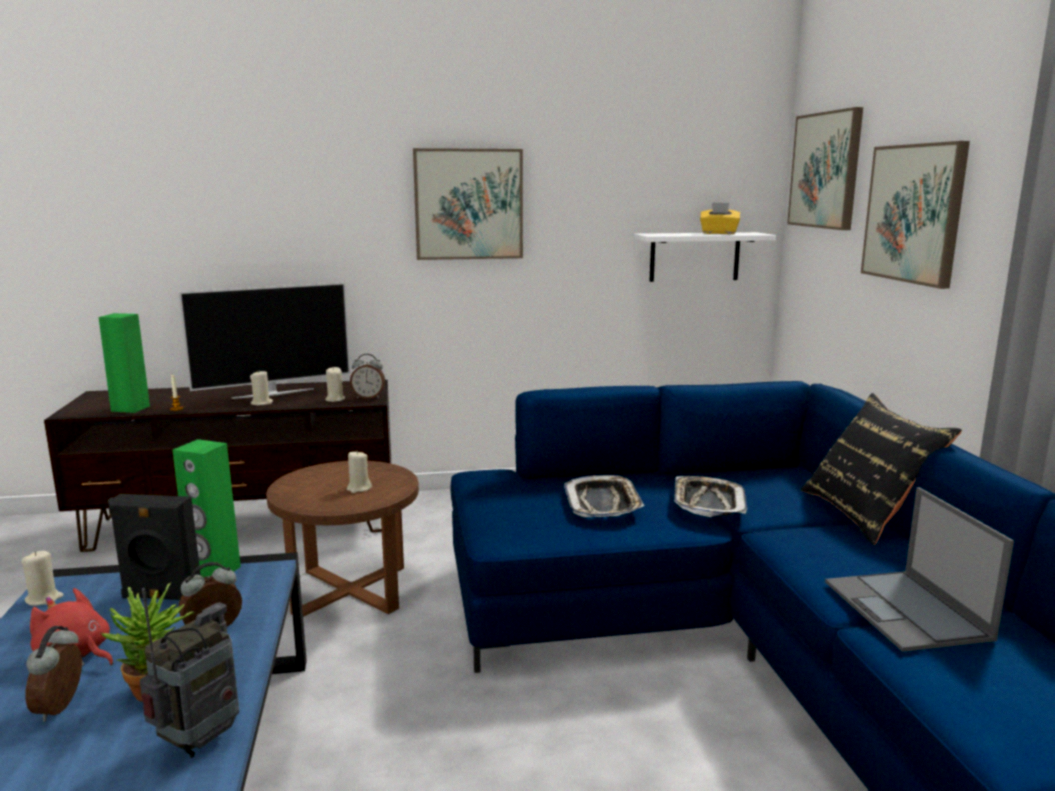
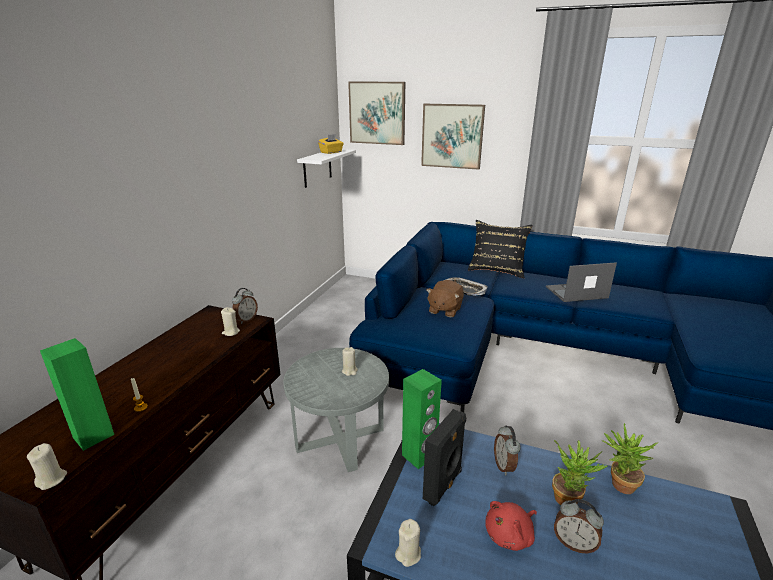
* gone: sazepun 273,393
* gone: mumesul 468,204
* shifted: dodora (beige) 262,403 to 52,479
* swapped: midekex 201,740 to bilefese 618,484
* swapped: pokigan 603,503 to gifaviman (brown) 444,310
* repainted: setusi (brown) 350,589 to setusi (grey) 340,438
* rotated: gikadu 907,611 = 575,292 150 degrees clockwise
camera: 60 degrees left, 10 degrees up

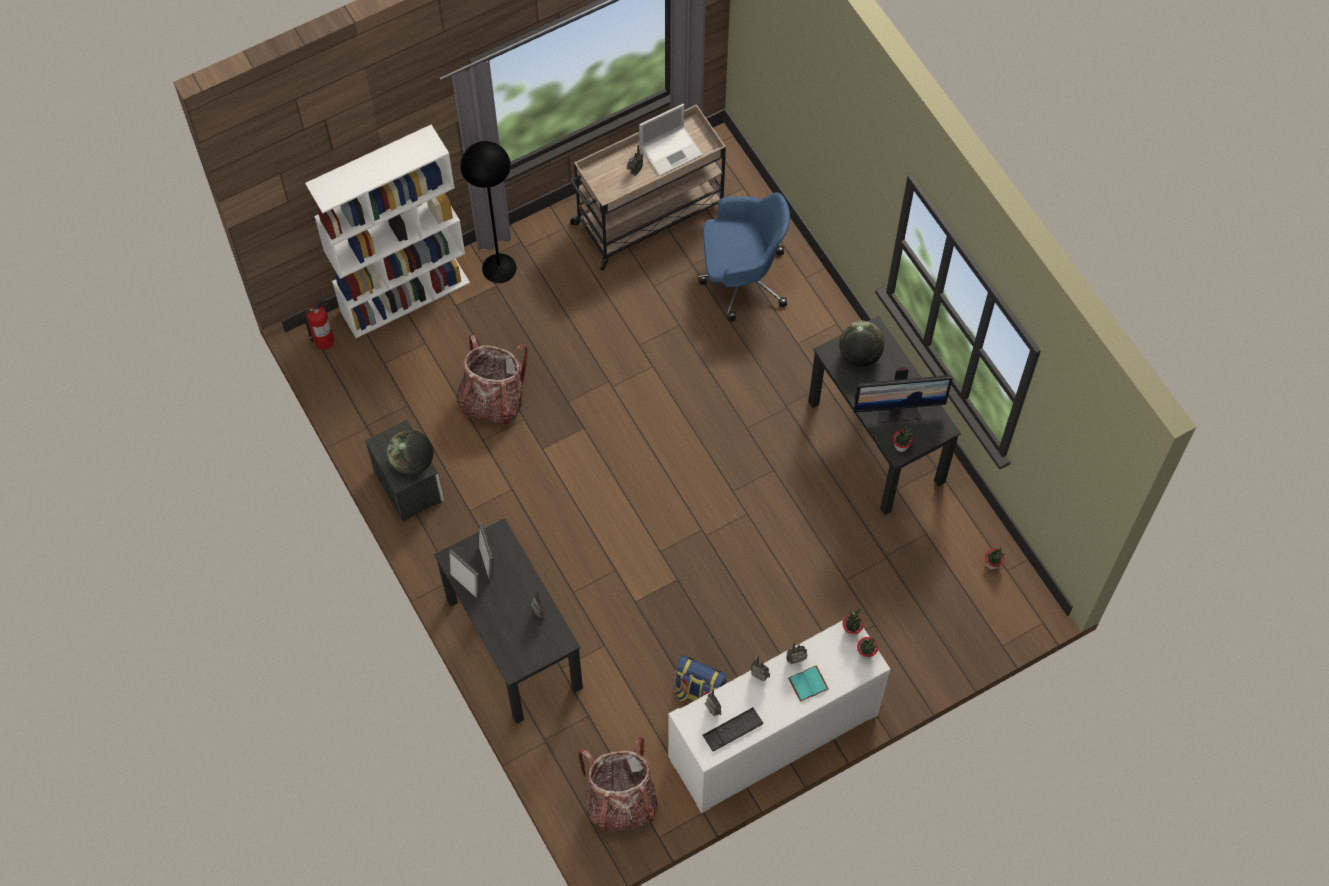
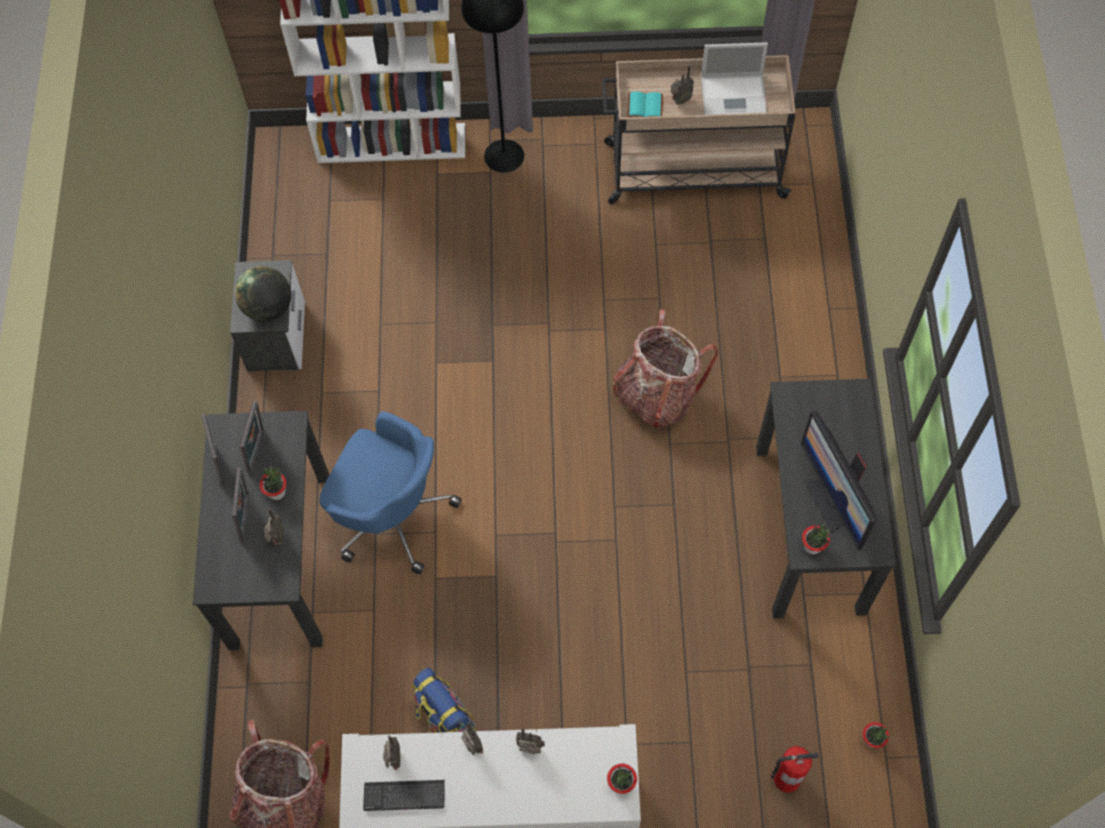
* gone: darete 860,354
* new: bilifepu 247,517
* shifted: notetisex 323,341 to 786,778
* shifted: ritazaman 492,400 to 656,394
* shifted: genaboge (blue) 741,278 to 391,514
* shifted: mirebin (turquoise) 808,683 to 645,105
* shifted: bilefese 851,630 to 277,492
* rotated: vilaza 897,410 = 832,501 45 degrees clockwise
camera: 30 degrees right, 0 degrees up

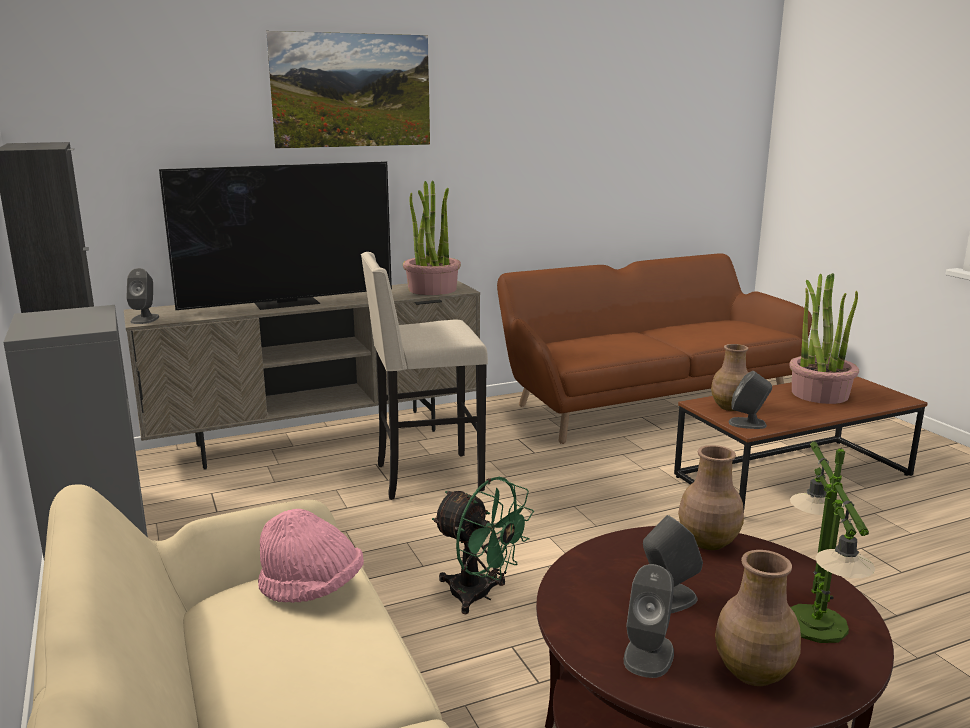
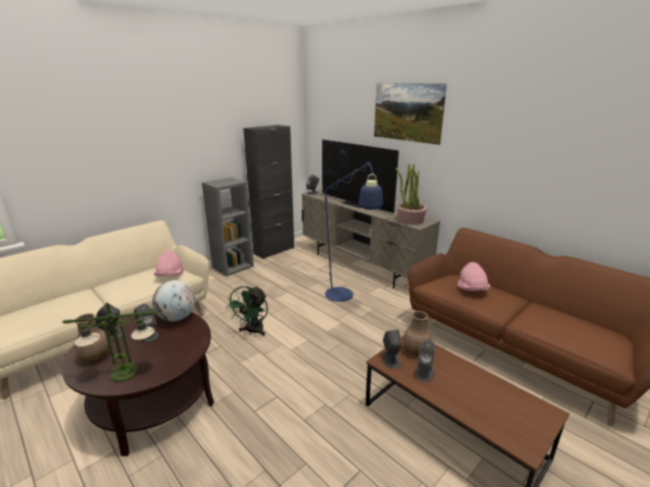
* gone: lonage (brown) 707,542
* gone: bilefese 819,394
* new: darete 177,317
* new: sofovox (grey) 425,372
* new: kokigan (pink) 472,290
* swapped: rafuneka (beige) 426,477 to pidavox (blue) 344,297
camera: 70 degrees right, 5 degrees up

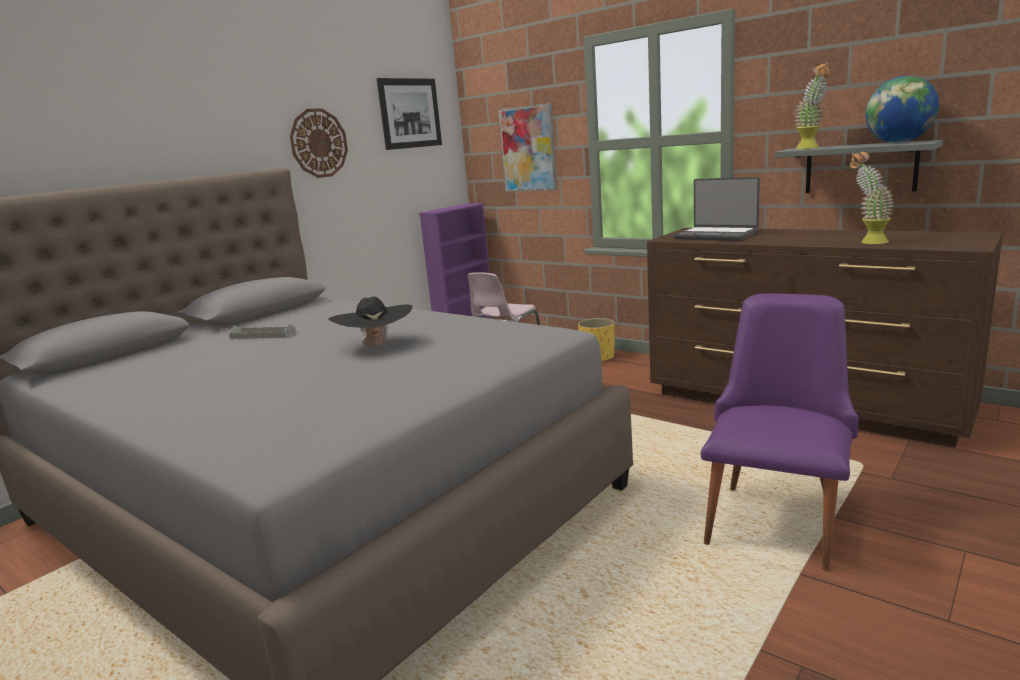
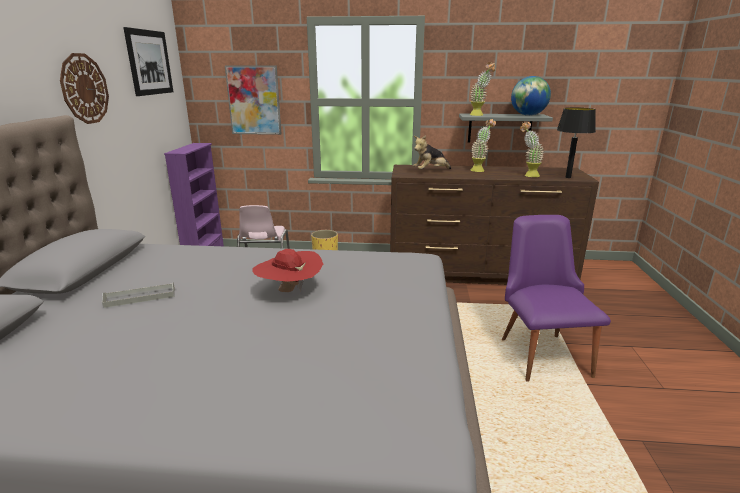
* new: bilefese 480,170
* new: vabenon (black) 568,177
* swapped: gikadu 716,235 to gifaviman 430,171
* repainted: kokigan (black) 376,345 to kokigan (red) 289,291
camera: 35 degrees left, 5 degrees up

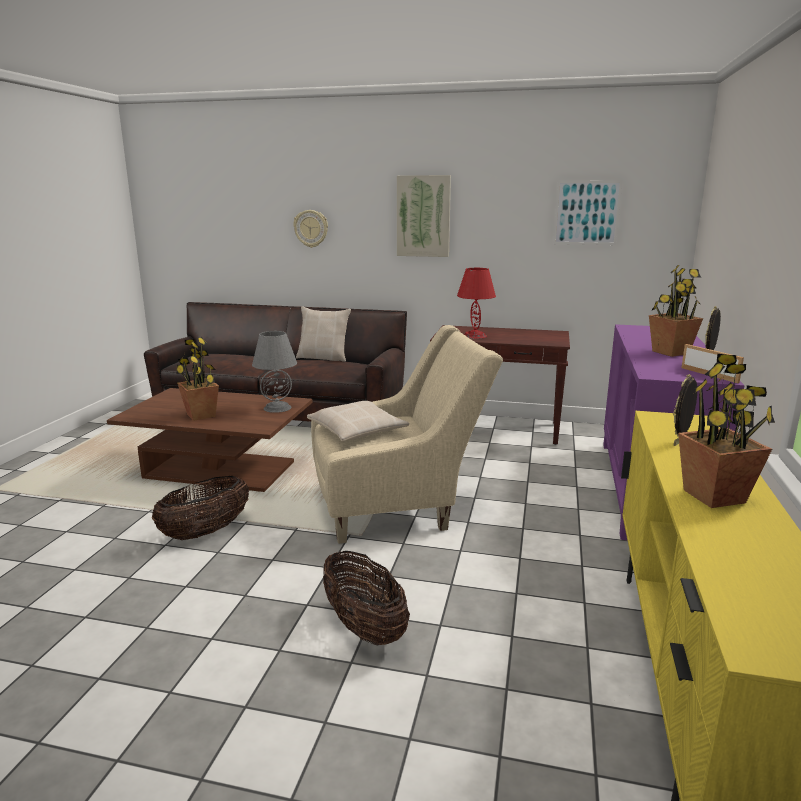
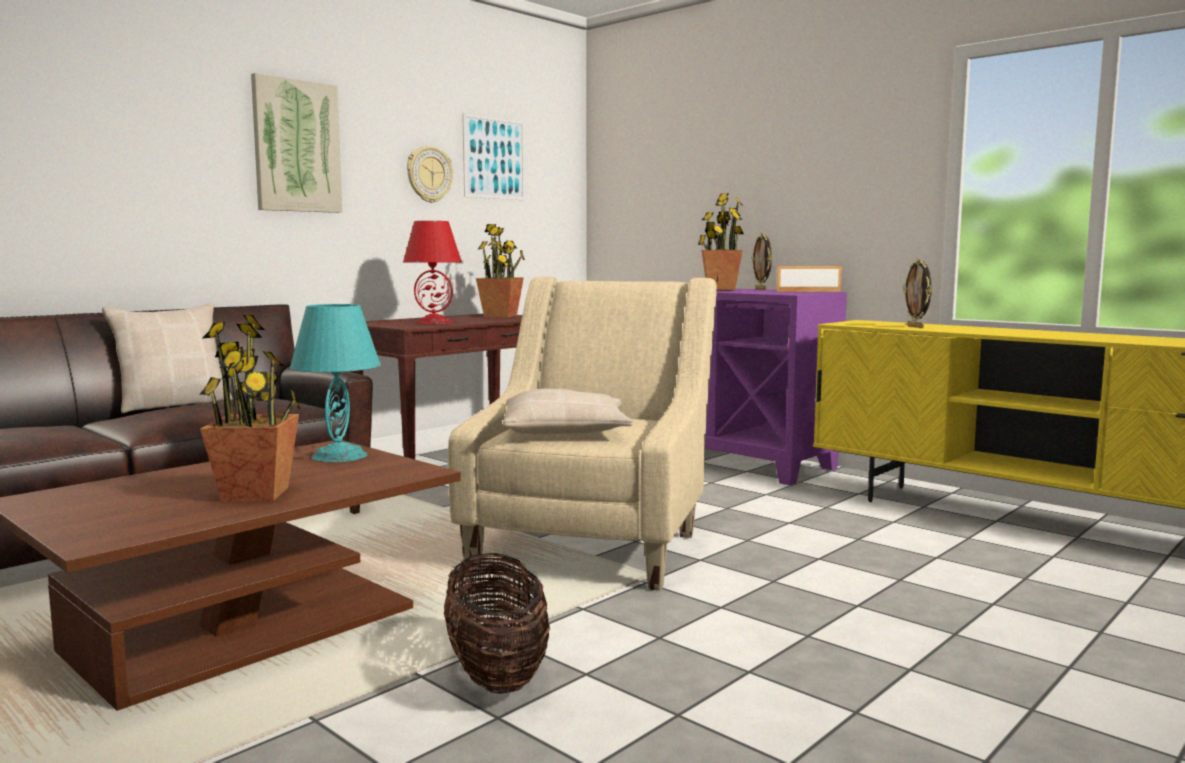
* gone: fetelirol 364,627
* shifted: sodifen 311,228 to 429,174
* shifted: bilefese 714,496 to 500,316
* repainted: vabenon (grey) 277,407 to vabenon (turquoise) 339,456
camera: 60 degrees left, 10 degrees down

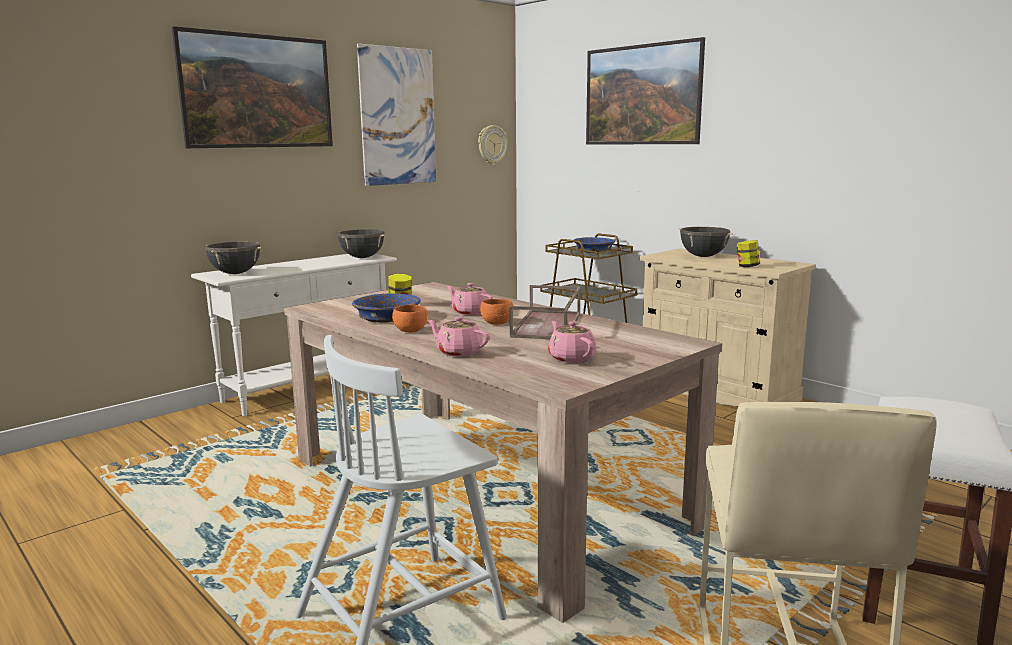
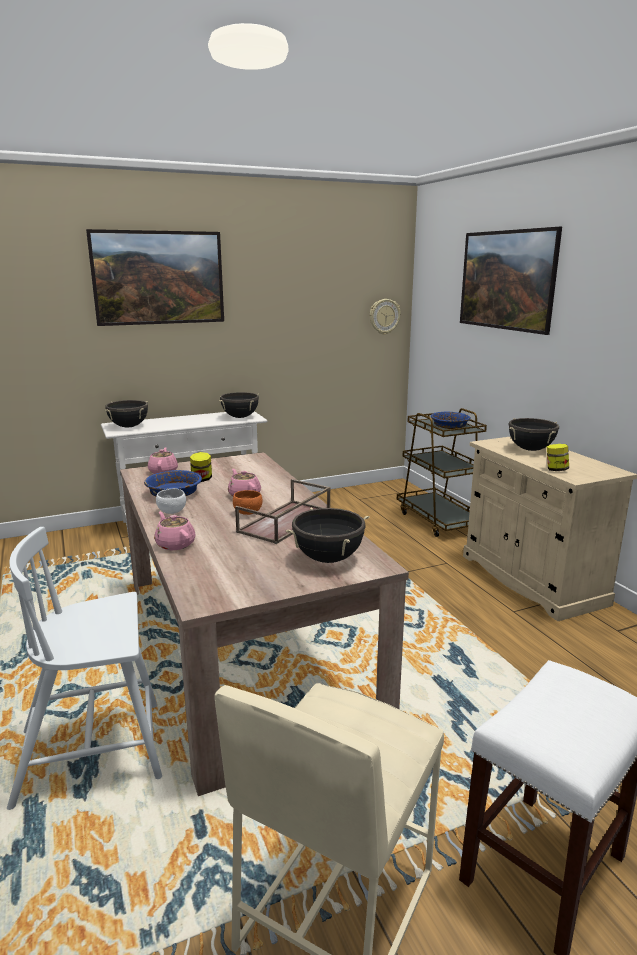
* gone: mumesul 398,116
* new: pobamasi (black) 328,558
* shifted: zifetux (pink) 571,358 to 163,471
* repainted: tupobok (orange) 411,331 to tupobok (white) 172,512
camera: 20 degrees right, 5 degrees up

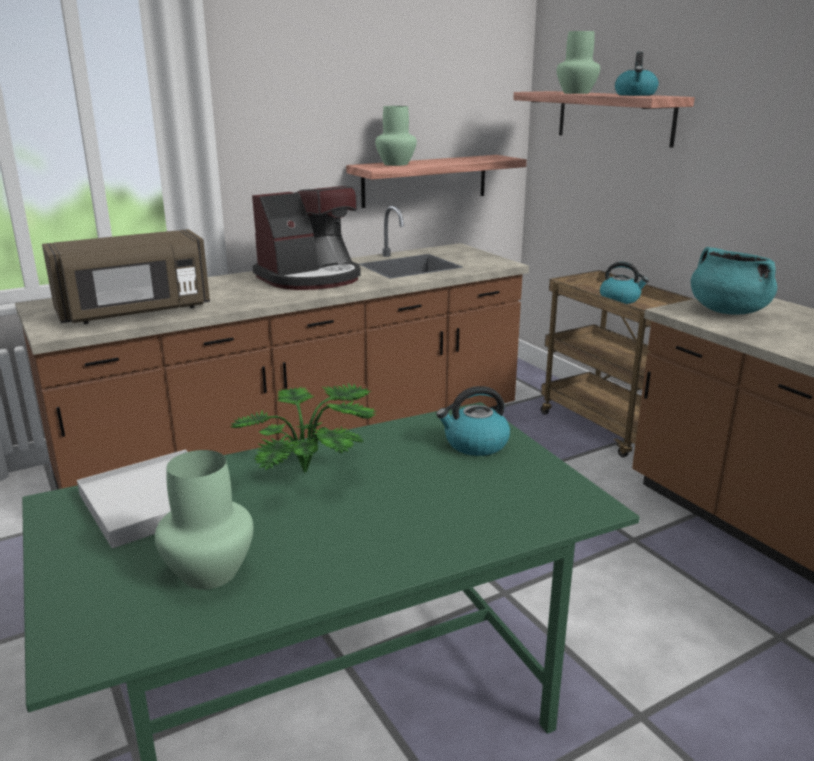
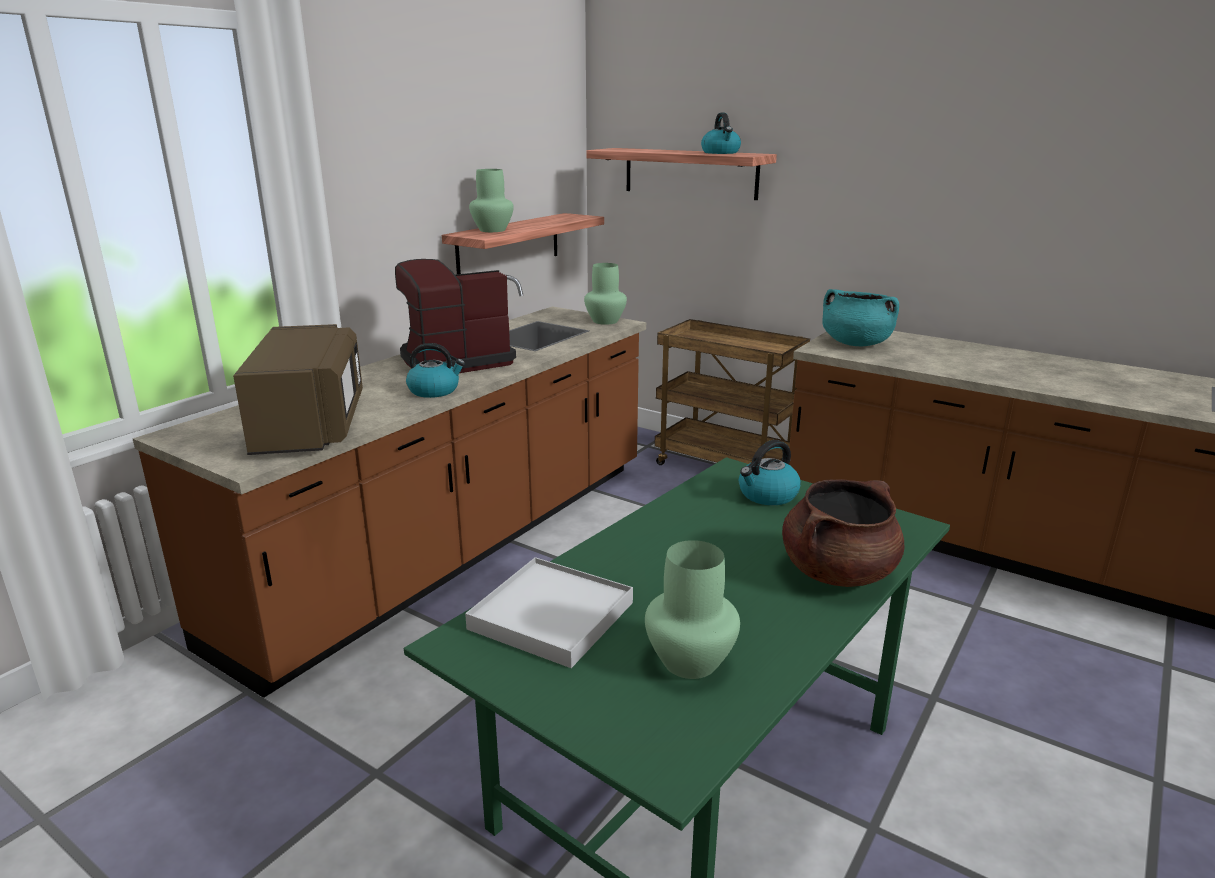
* gone: bilefese 312,473
* new: pobamasi (brown) 838,572
* shifted: lonage (green) 575,93 to 605,321
* shifted: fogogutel 620,299 to 435,390
* rotated: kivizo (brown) 135,312 = 311,426 45 degrees counterclockwise
* rotated: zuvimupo 311,278 = 454,361 150 degrees counterclockwise
camera: 25 degrees left, 0 degrees up

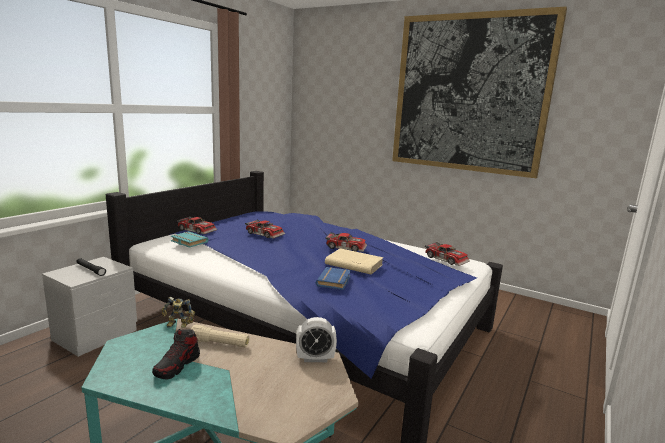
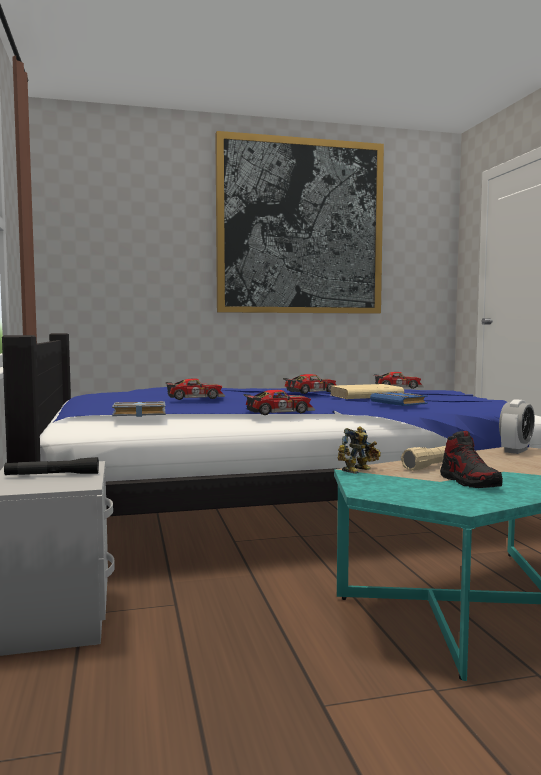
* shifted: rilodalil 197,230 to 278,412
* repainted: mirebin (turquoise) 188,242 to mirebin (grey) 138,414
camera: 45 degrees left, 10 degrees down

